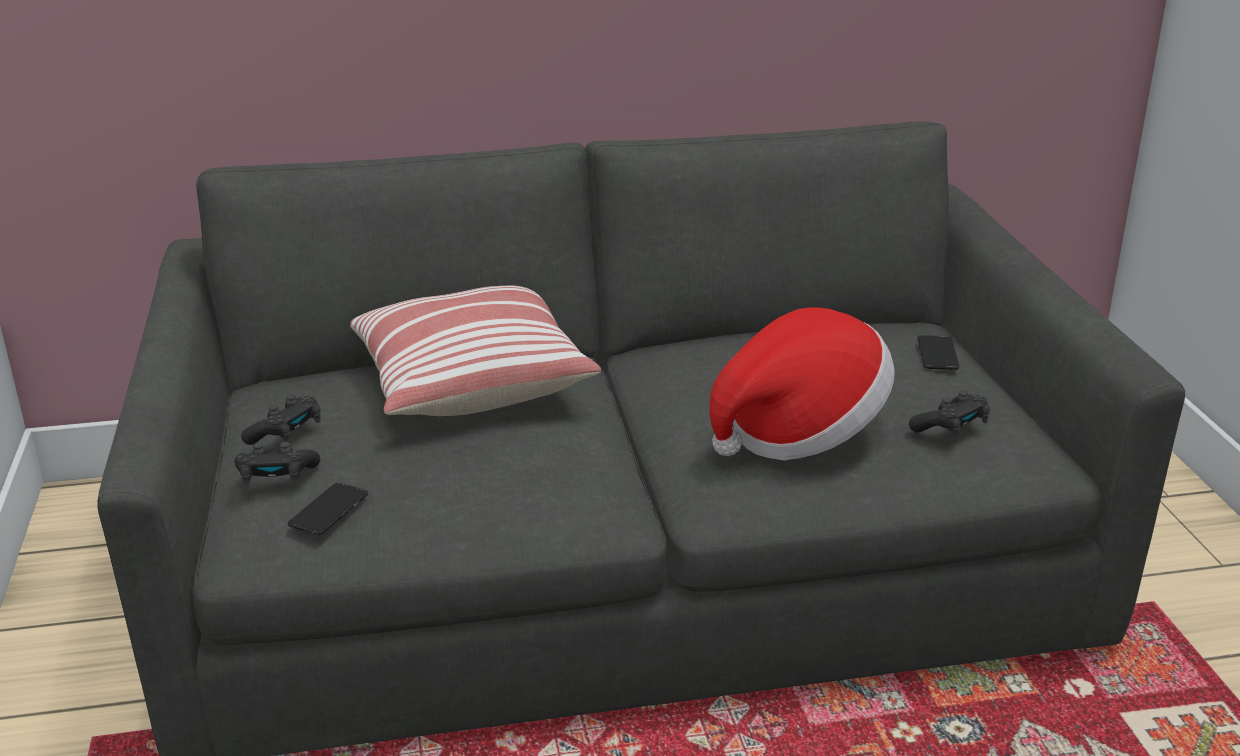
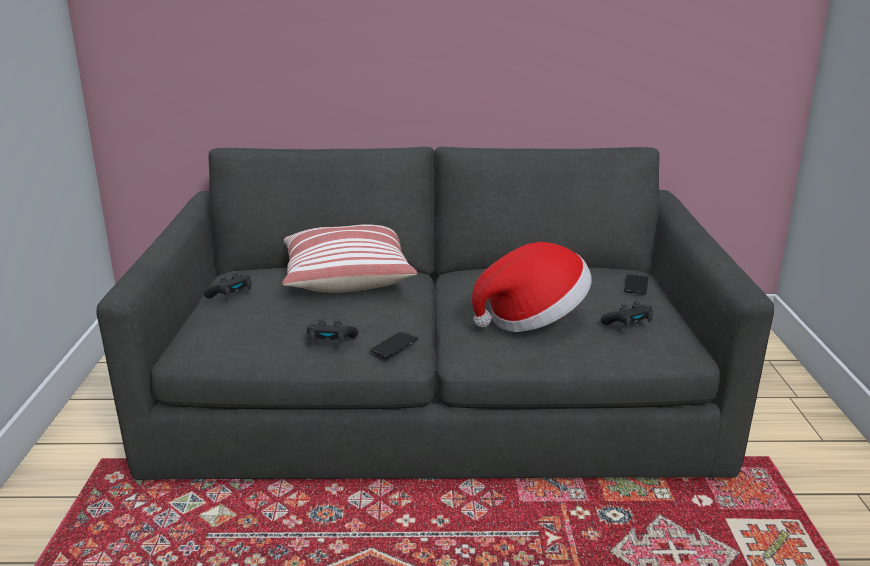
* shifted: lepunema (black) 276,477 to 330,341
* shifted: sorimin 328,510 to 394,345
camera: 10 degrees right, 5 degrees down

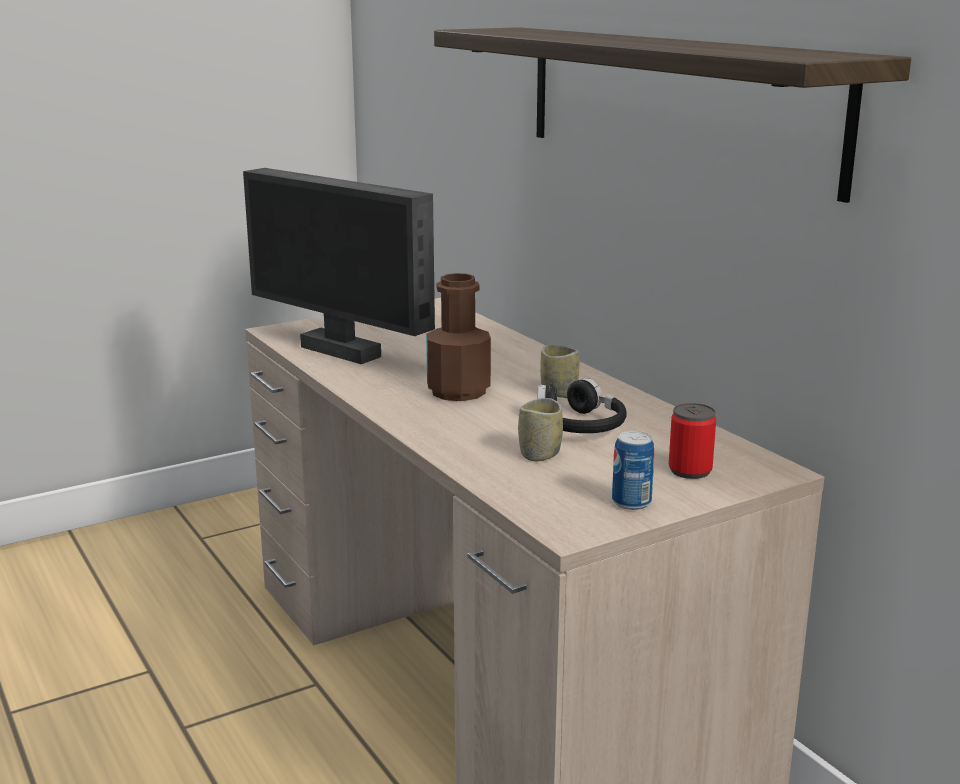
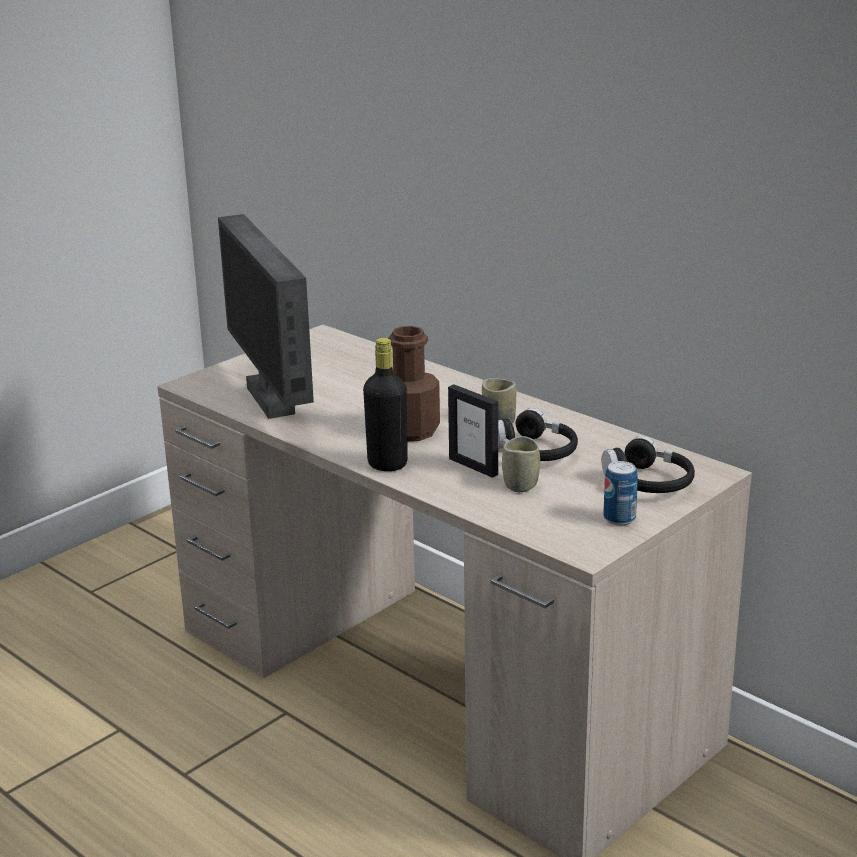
* gone: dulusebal 672,102
* new: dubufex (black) 387,464
* new: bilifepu 473,466
* swapped: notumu 690,470 to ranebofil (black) 648,482
* rotated: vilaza 343,351 = 273,400 45 degrees clockwise
camera: 15 degrees left, 5 degrees up

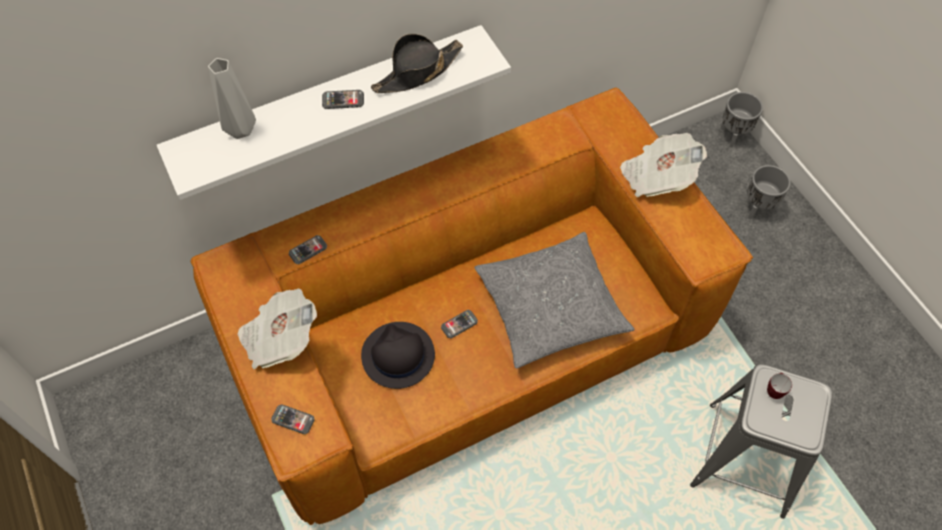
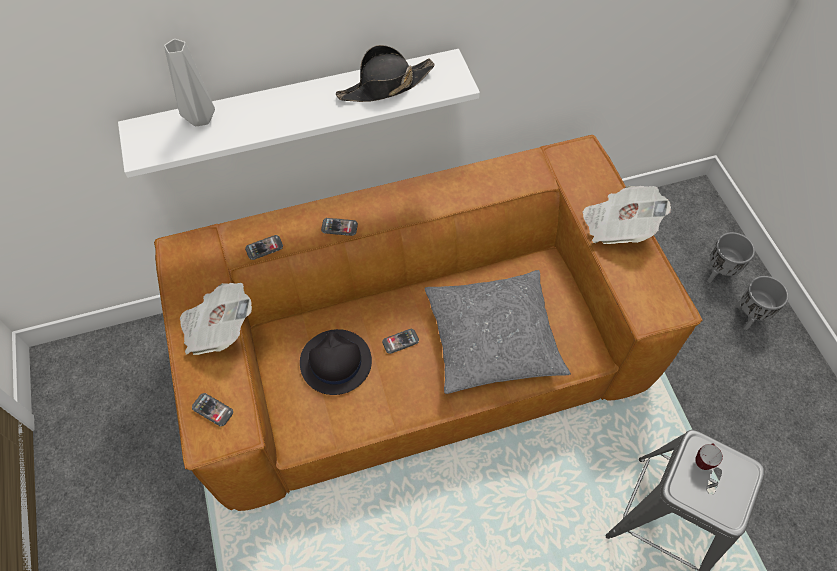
* shifted: sorimin 343,100 to 339,227
* shifted: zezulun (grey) 733,136 to 749,317
camera: 10 degrees right, 0 degrees up

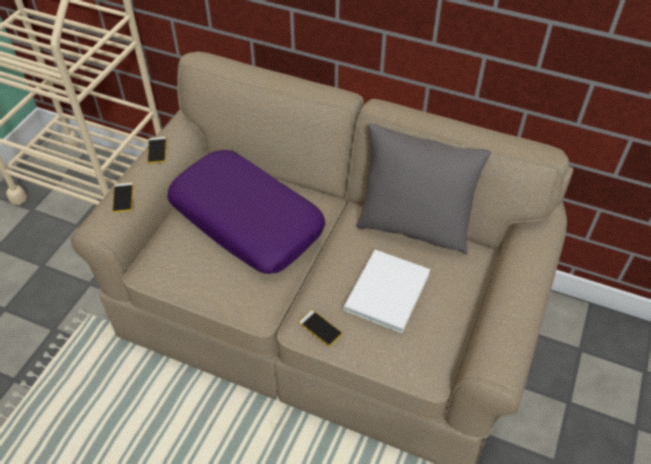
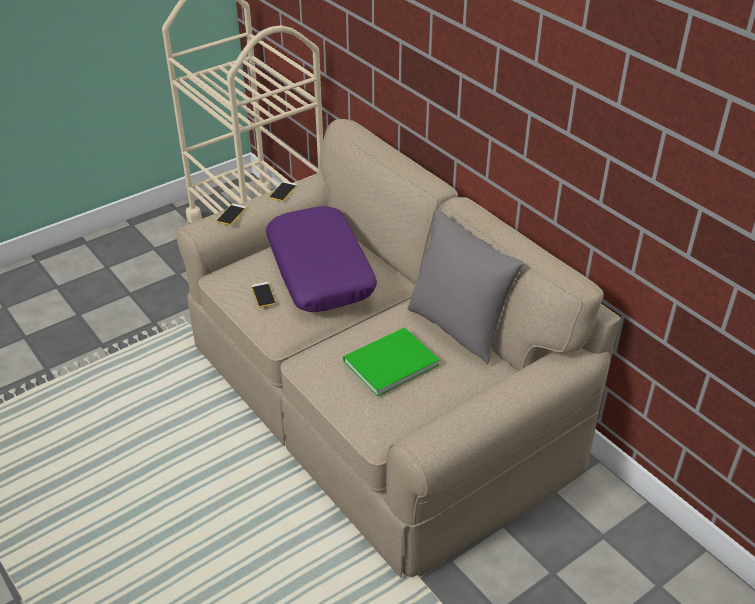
* shifted: sorimin 320,328 to 263,295
* repainted: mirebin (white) 384,293 to mirebin (green) 387,363
camera: 30 degrees right, 10 degrees down

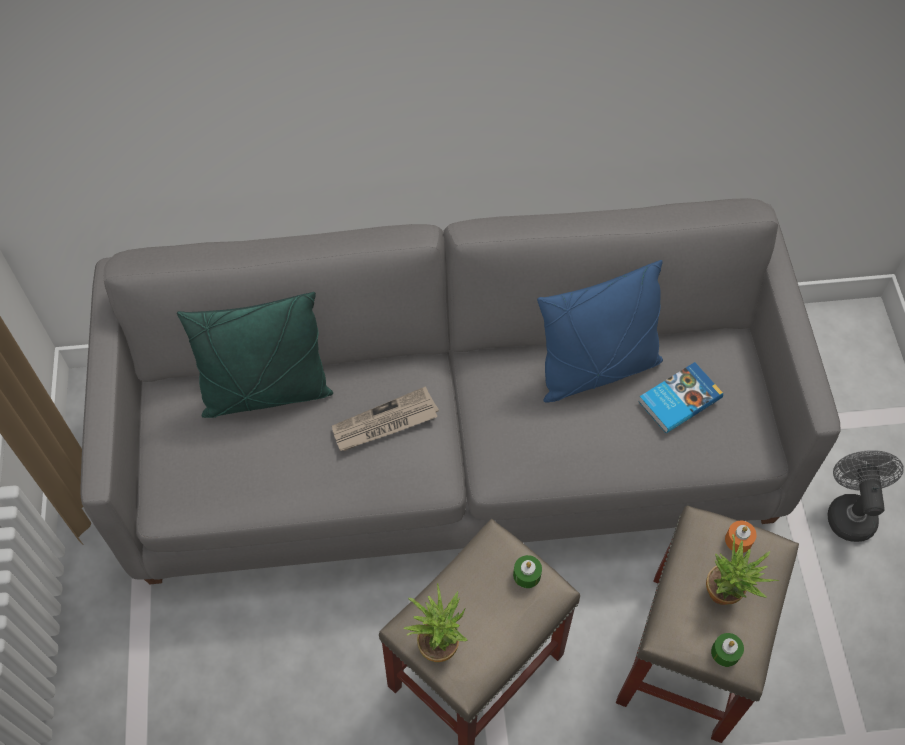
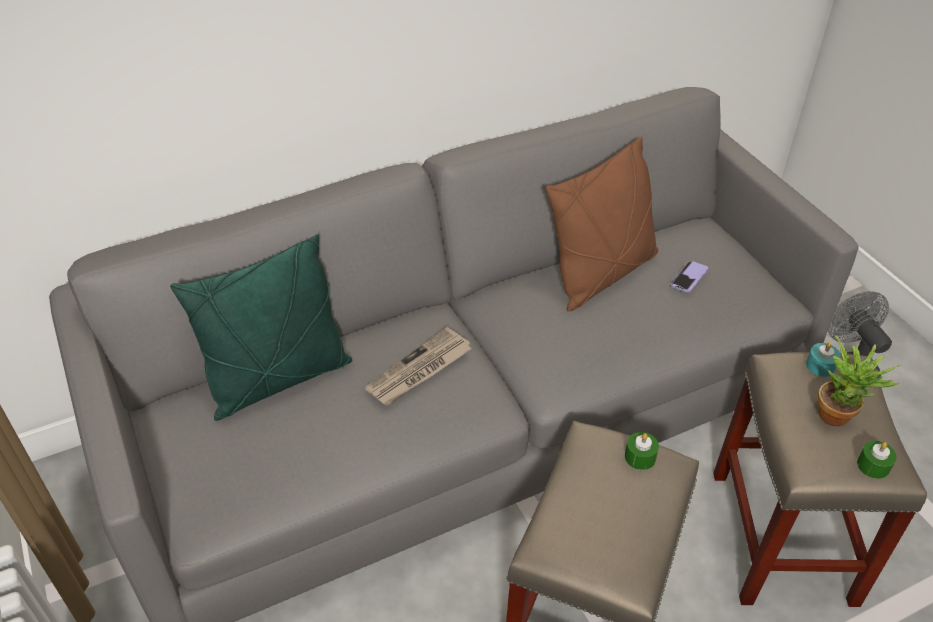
* gone: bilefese 438,641
* swapped: mirebin 678,399 to sorimin 689,278
* repainted: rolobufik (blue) 596,369 to rolobufik (brown) 601,274
* repainted: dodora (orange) 738,540 to dodora (turquoise) 820,366
camera: 20 degrees left, 15 degrees down

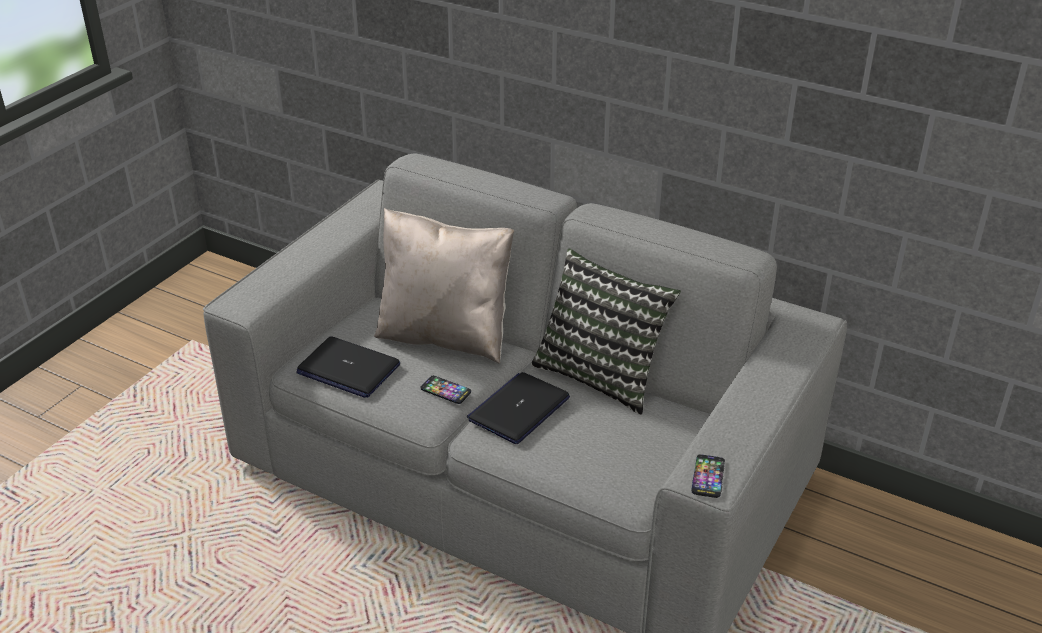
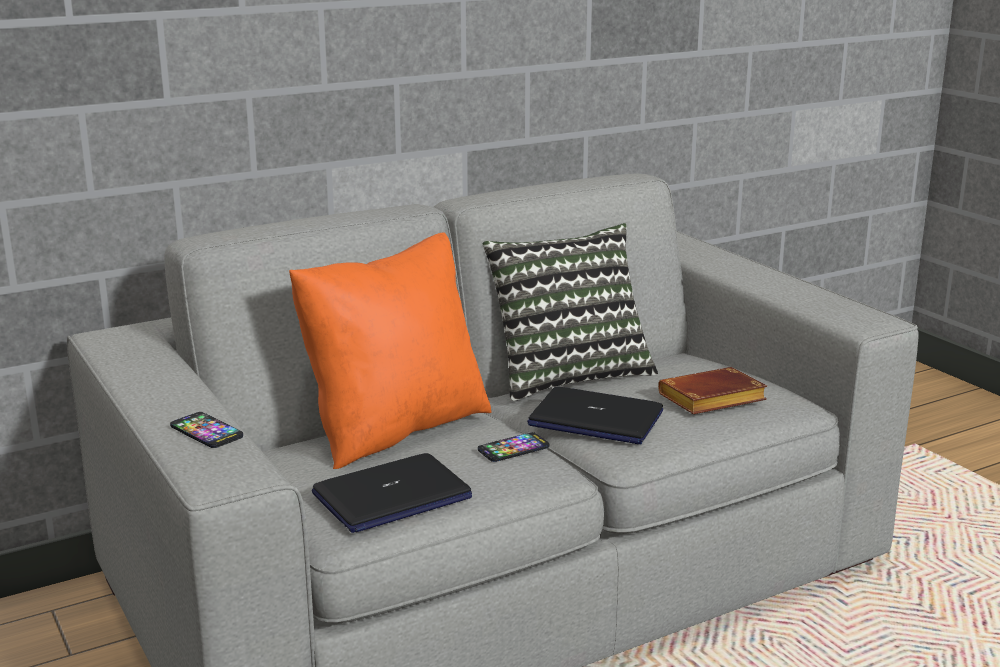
* new: mirebin (brown) 710,401
* shifted: sorimin 708,477 to 206,432
* repainted: rolobufik (beige) 445,336 to rolobufik (orange) 394,429
* rotated: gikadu 519,409 = 595,419 45 degrees counterclockwise
camera: 60 degrees left, 15 degrees down

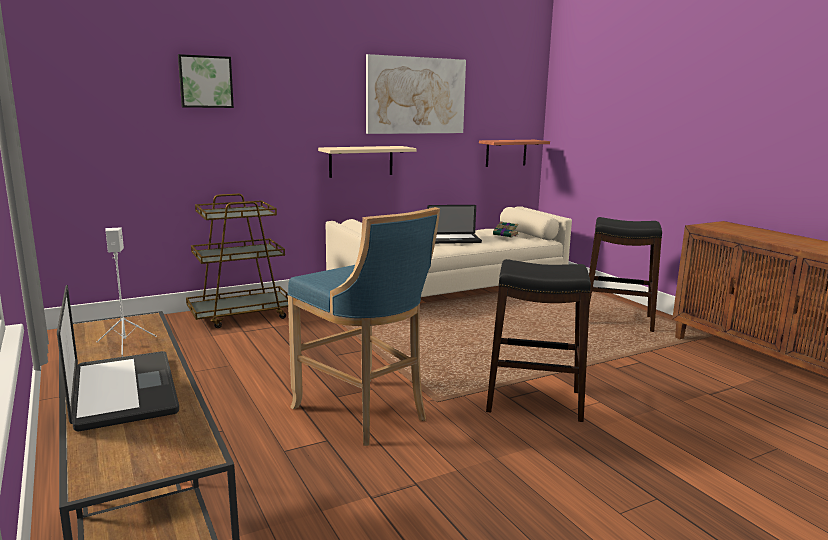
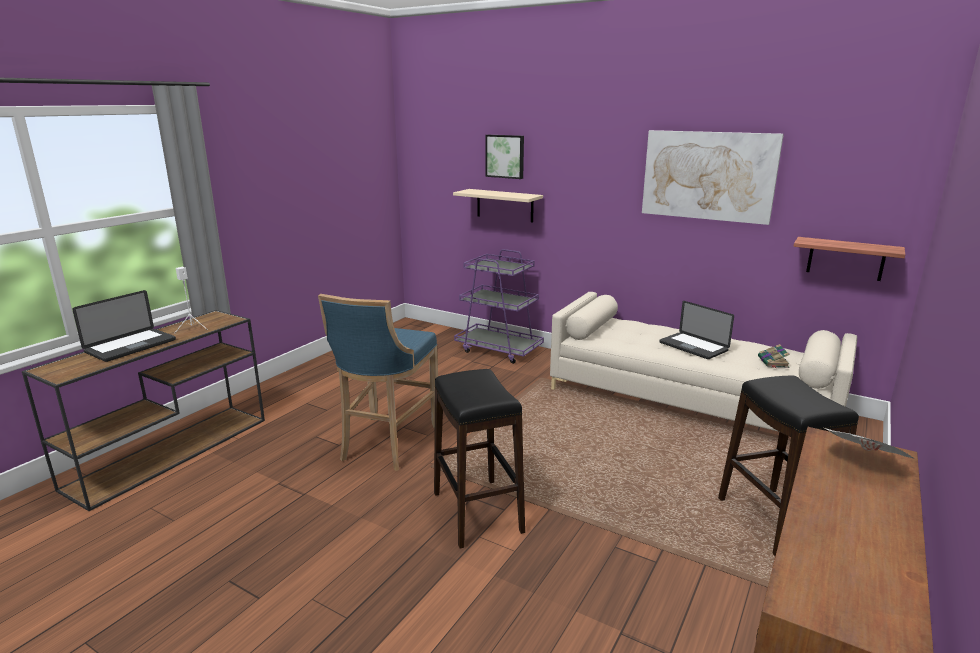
* new: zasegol 864,462
* shifted: dulusebal (beige) 361,161 to 504,205
* repainted: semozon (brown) 241,315 to semozon (purple) 499,350
camera: 60 degrees right, 5 degrees up

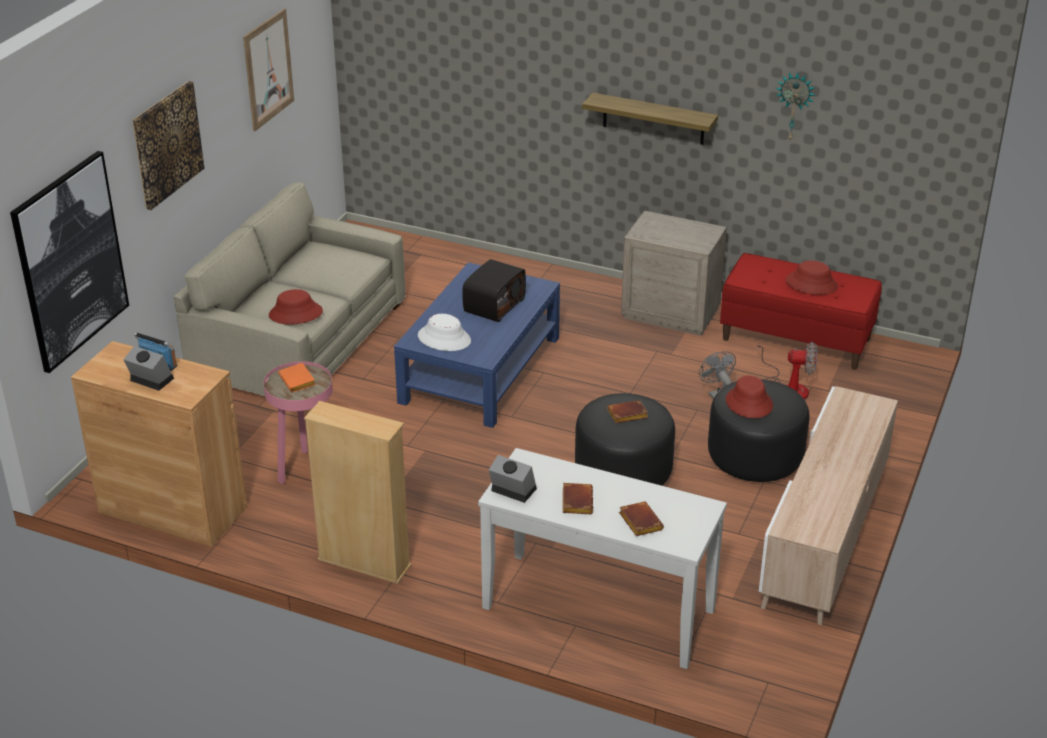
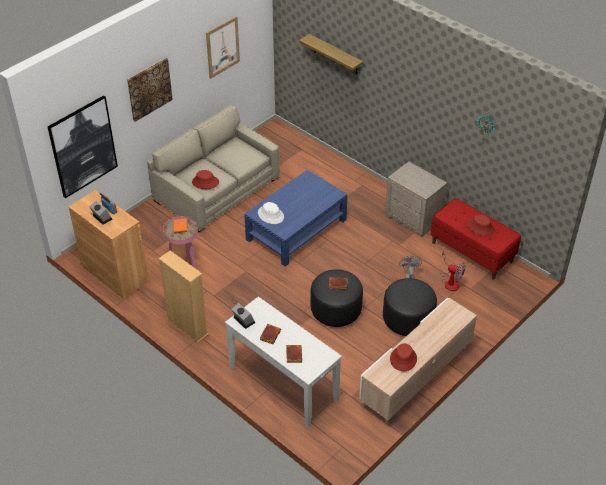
* gone: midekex 493,305
* shifted: dulusebal 653,119 to 335,55
* shifted: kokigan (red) 748,403 to 403,359
camera: 20 degrees right, 10 degrees up

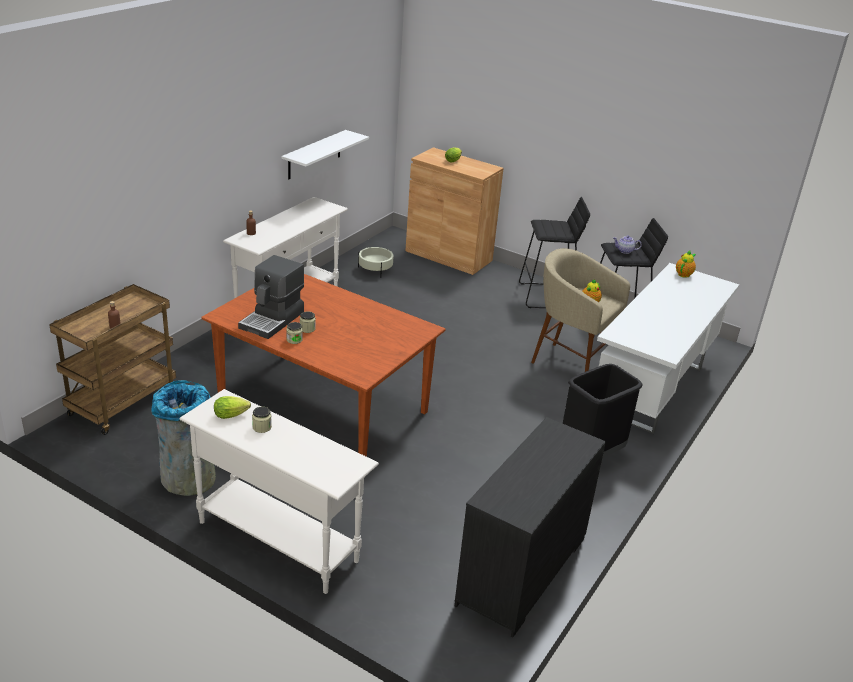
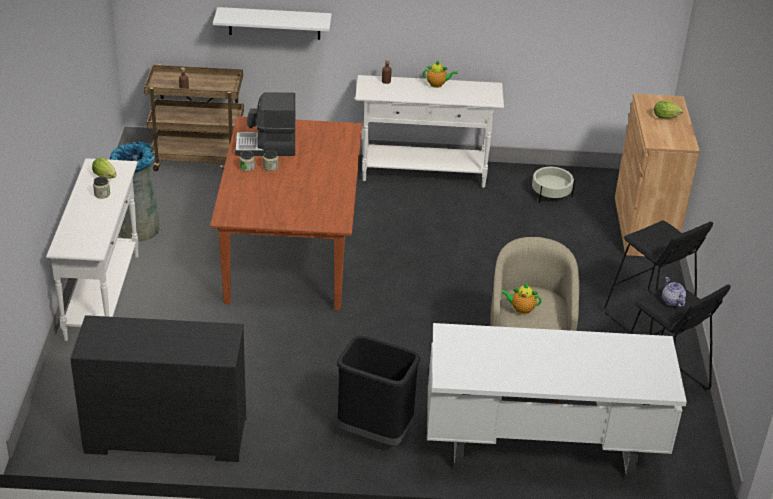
* shifted: dulusebal (white) 314,155 to 274,23
* shifted: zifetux 684,274 to 437,85
camera: 60 degrees right, 5 degrees up

